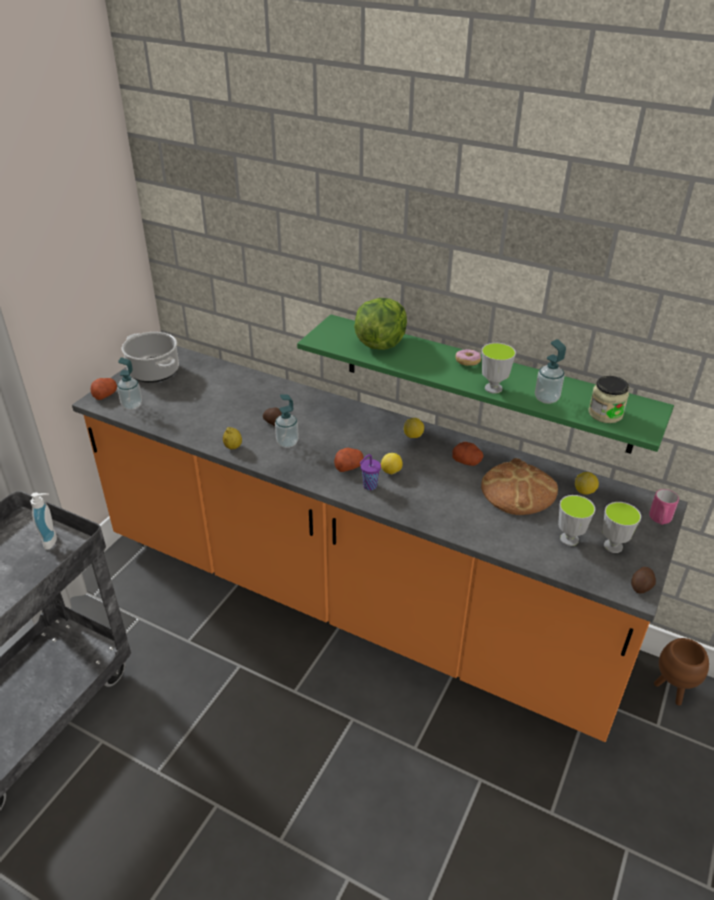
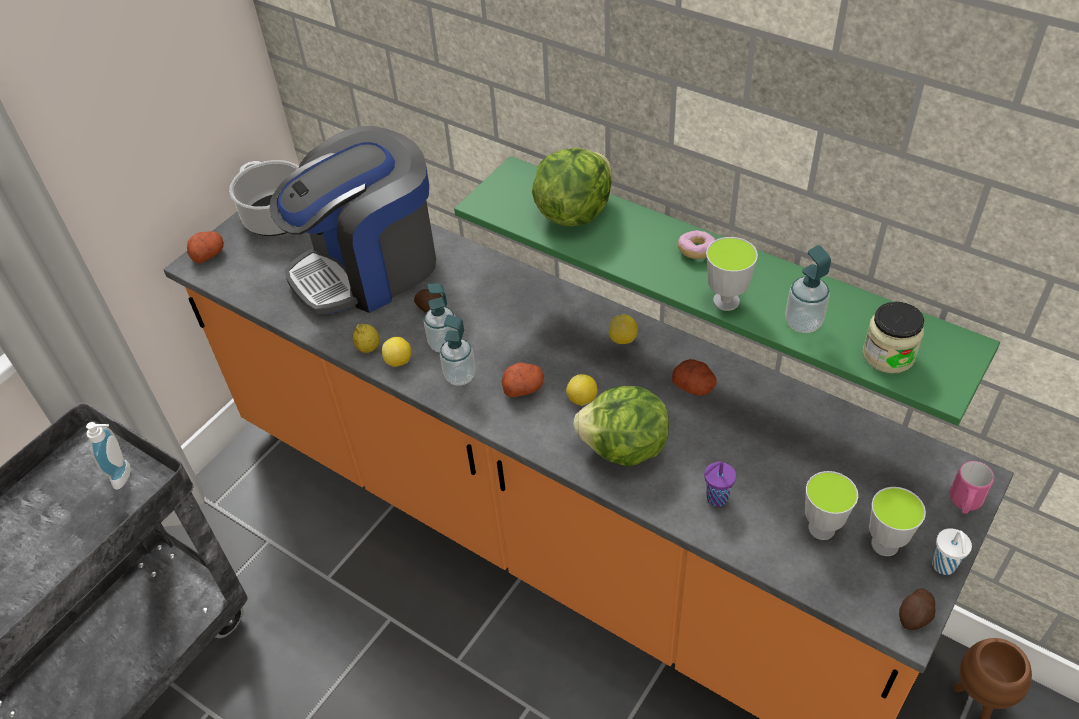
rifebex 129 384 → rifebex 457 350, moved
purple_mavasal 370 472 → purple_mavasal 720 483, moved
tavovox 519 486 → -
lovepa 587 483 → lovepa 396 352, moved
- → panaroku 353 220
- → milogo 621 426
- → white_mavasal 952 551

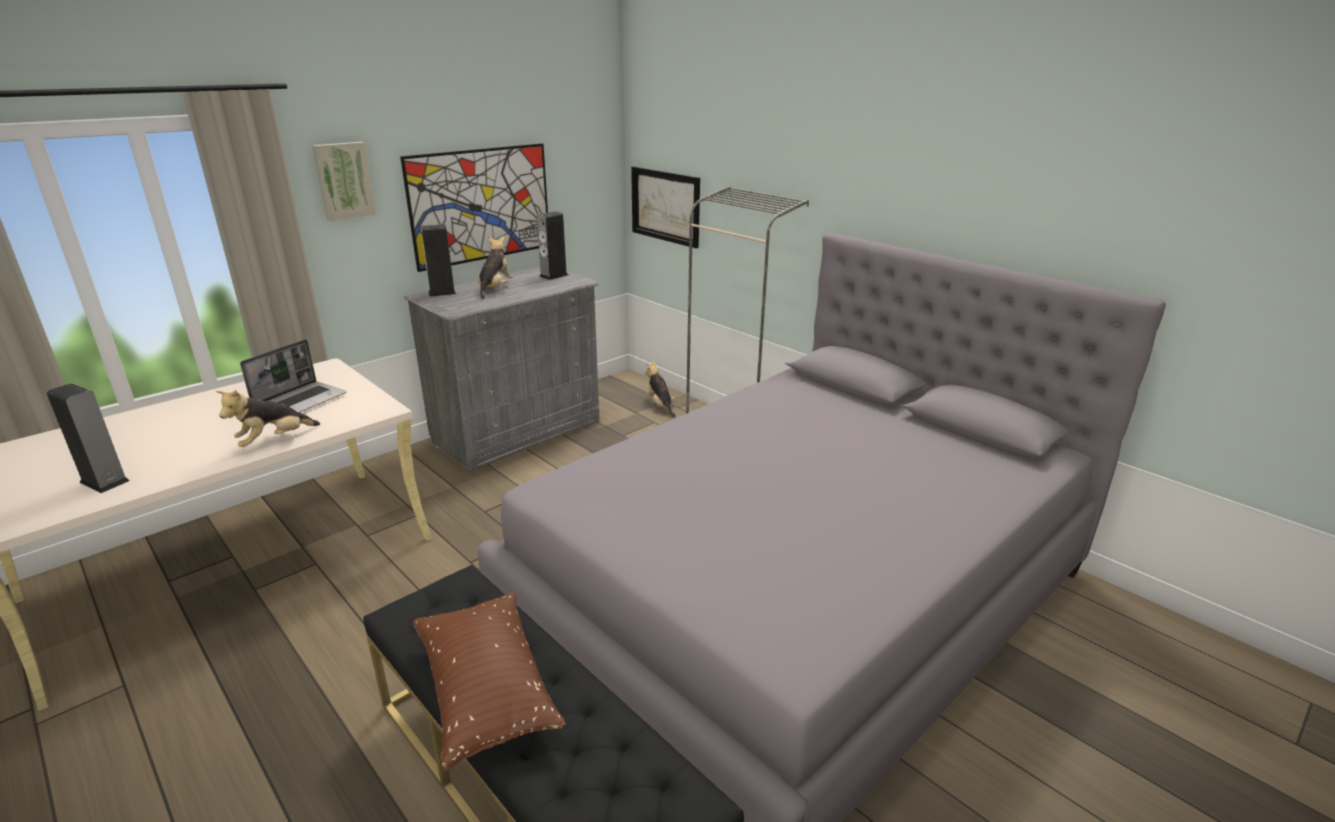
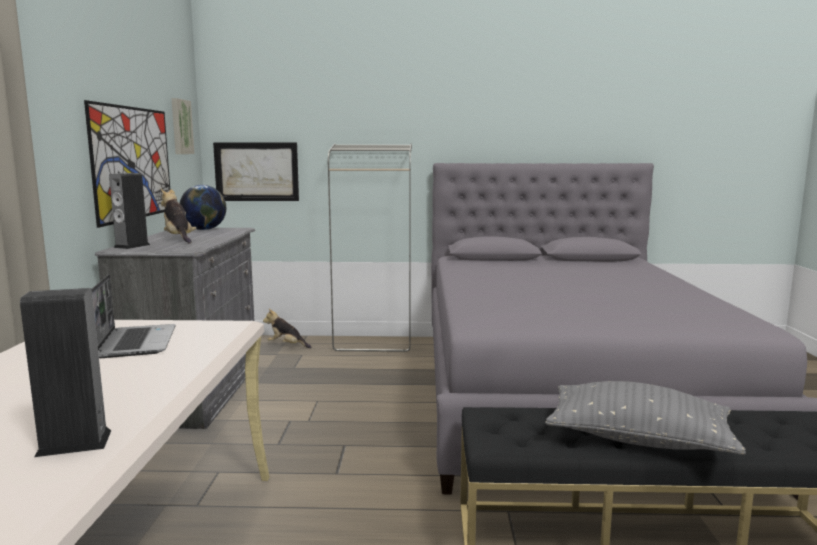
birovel 268 418 → -
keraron 344 181 → keraron 183 126, moved
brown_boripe 489 682 → grey_boripe 645 418
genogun 552 245 → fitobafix 202 207

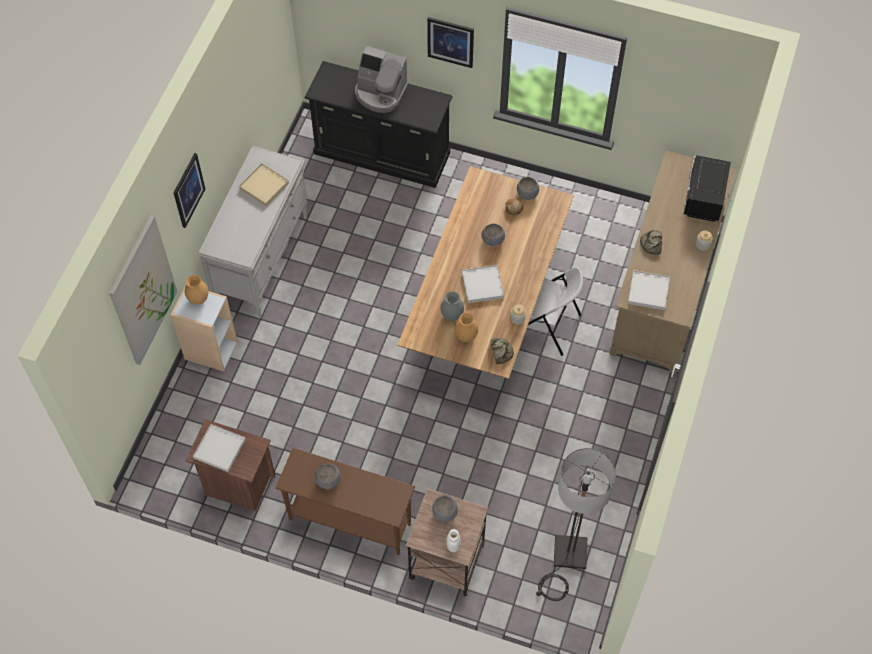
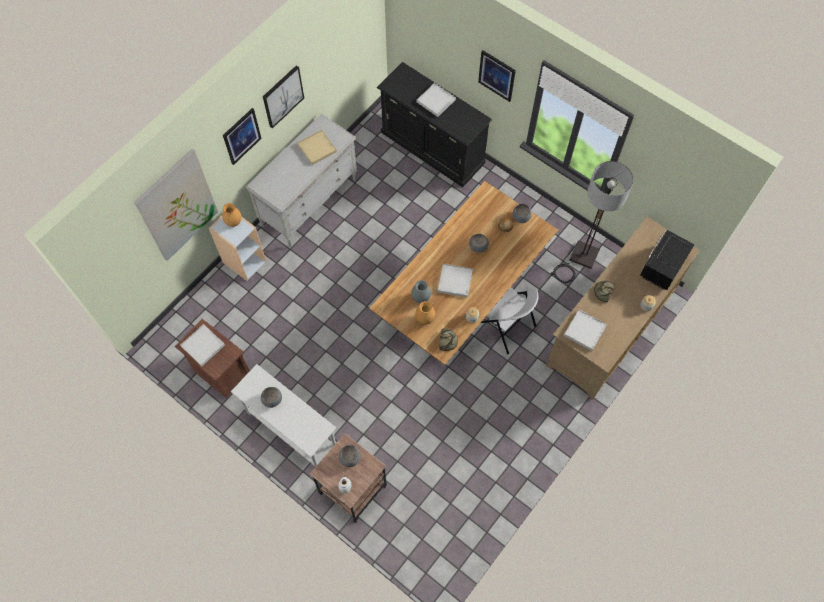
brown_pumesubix 345 501 → white_pumesubix 283 415
panaroku 381 79 → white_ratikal 436 100
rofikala 576 524 → rofikala 592 222, moved
- → keraron 283 97

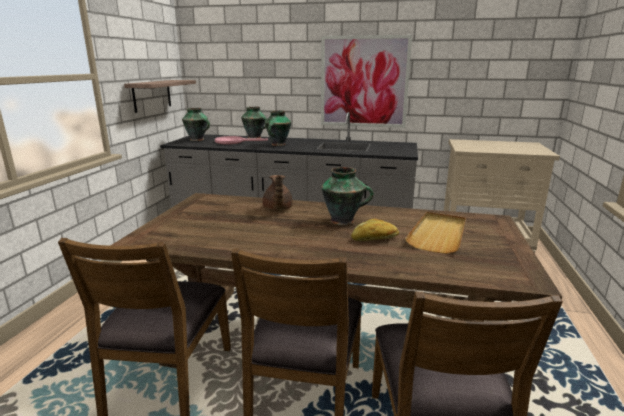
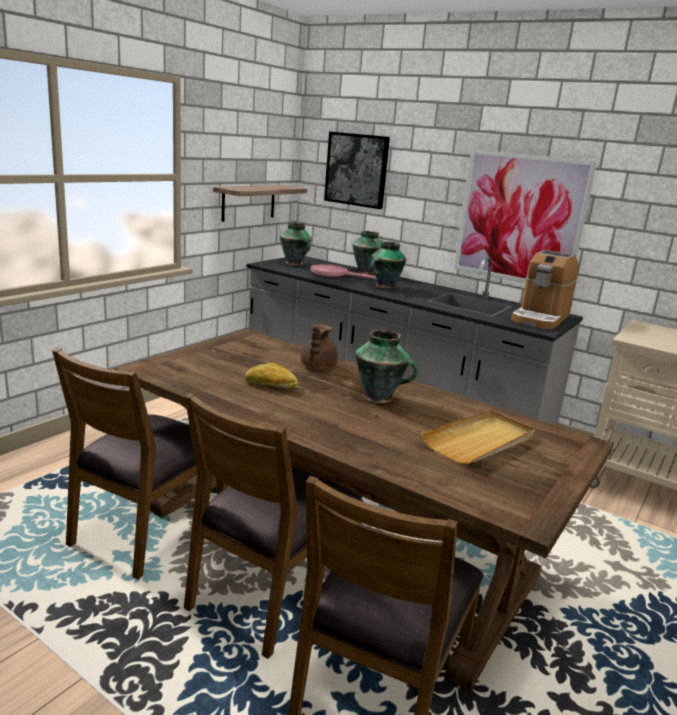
tavovox 375 229 → tavovox 271 375, moved
- → keraron 357 170
- → panaroku 545 290

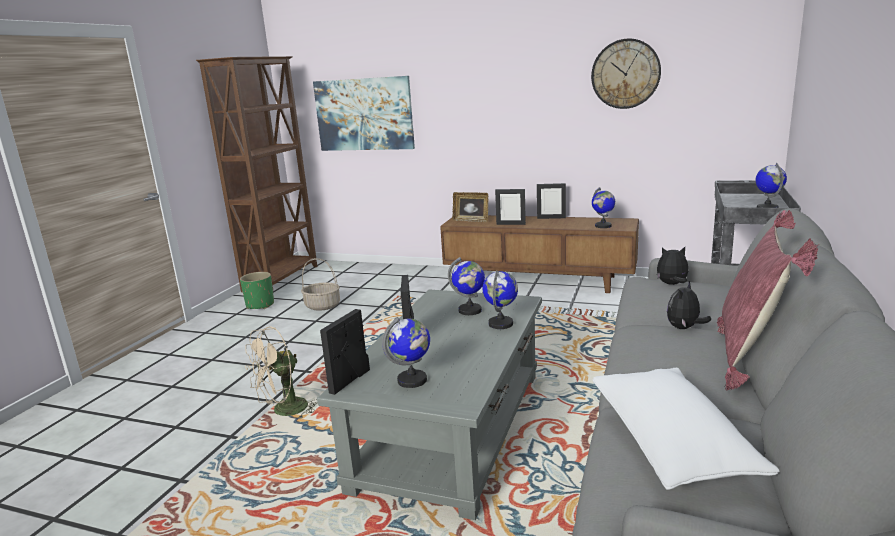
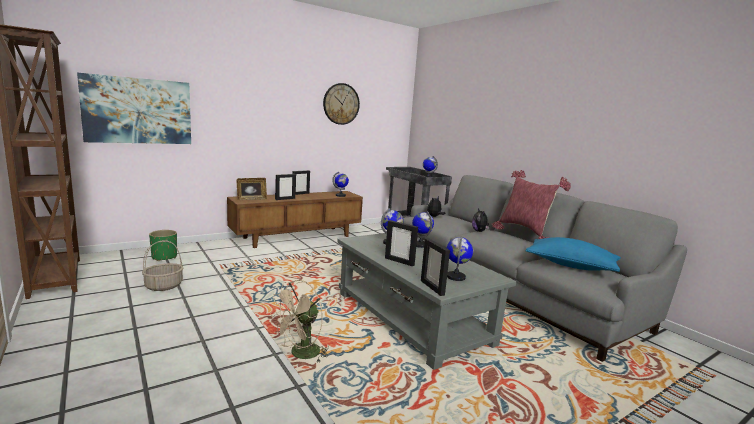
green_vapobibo 257 290 → green_vapobibo 163 245, moved
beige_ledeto 281 373 → beige_ledeto 299 321, 45 degrees clockwise
white_boripe 686 429 → blue_boripe 573 254

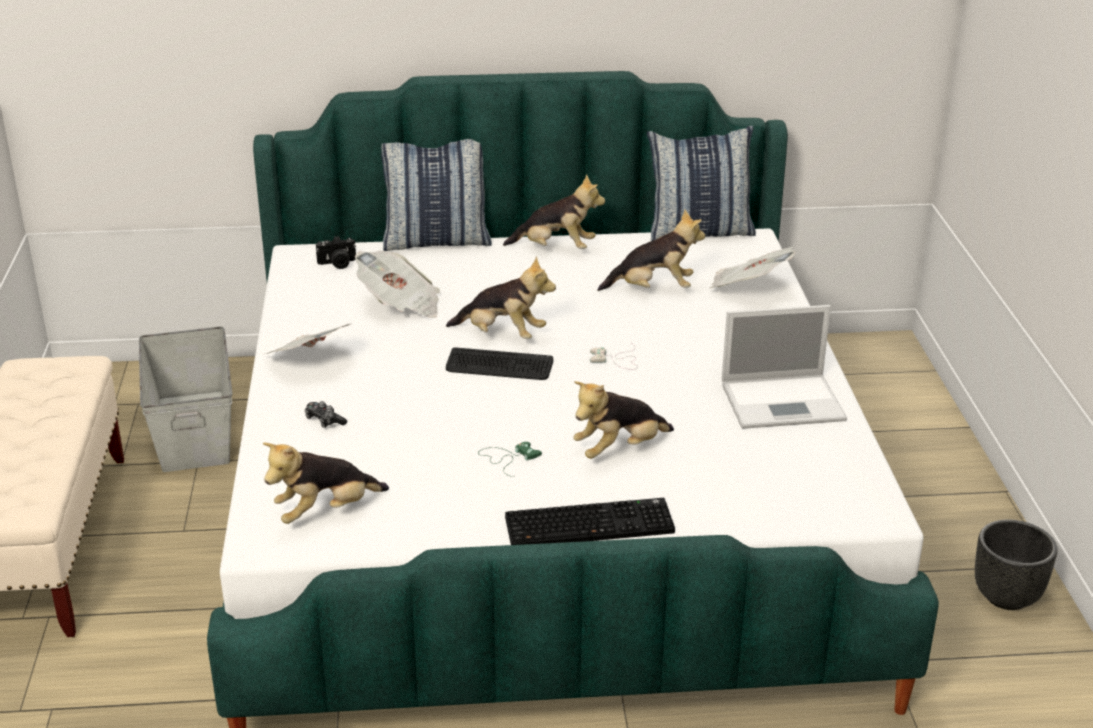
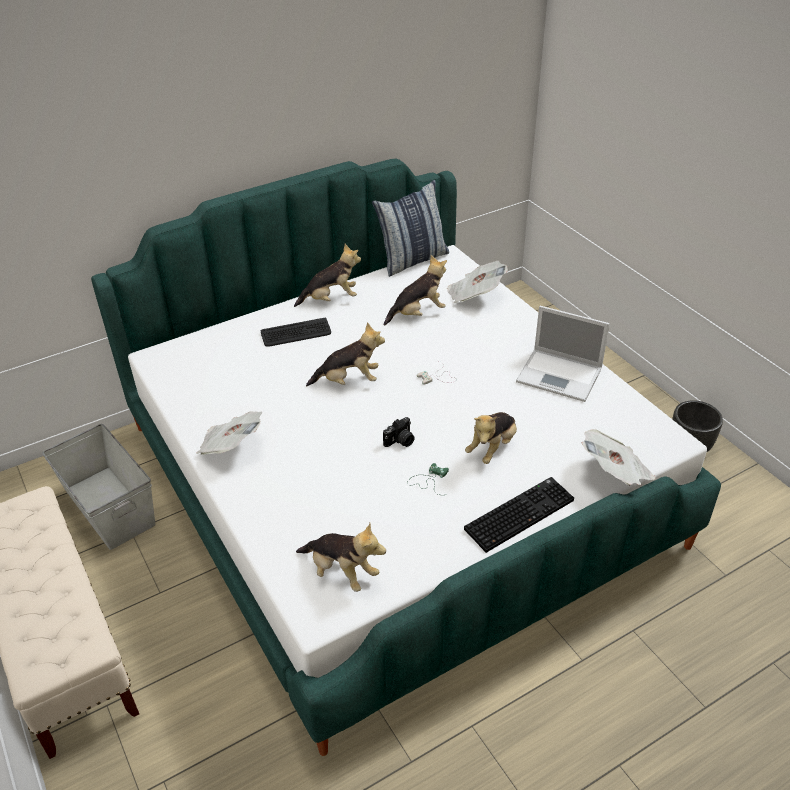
birovel 326 483 → birovel 341 557, 90 degrees counterclockwise
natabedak 325 414 → -
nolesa 336 252 → nolesa 399 432, moved
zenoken 397 284 → zenoken 618 457, moved
boripe 436 195 → -
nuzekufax 499 363 → nuzekufax 296 332, moved
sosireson 784 367 → sosireson 563 354, 60 degrees clockwise

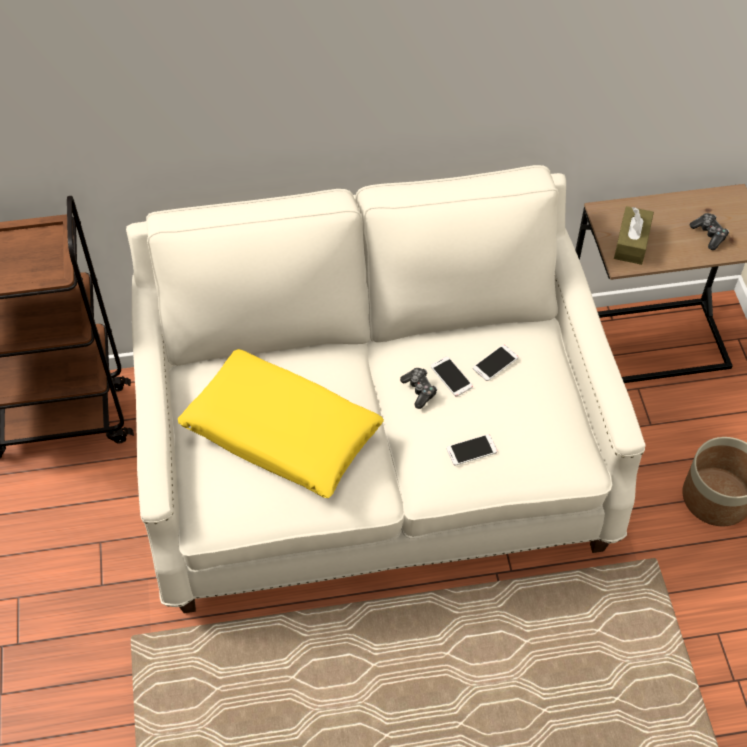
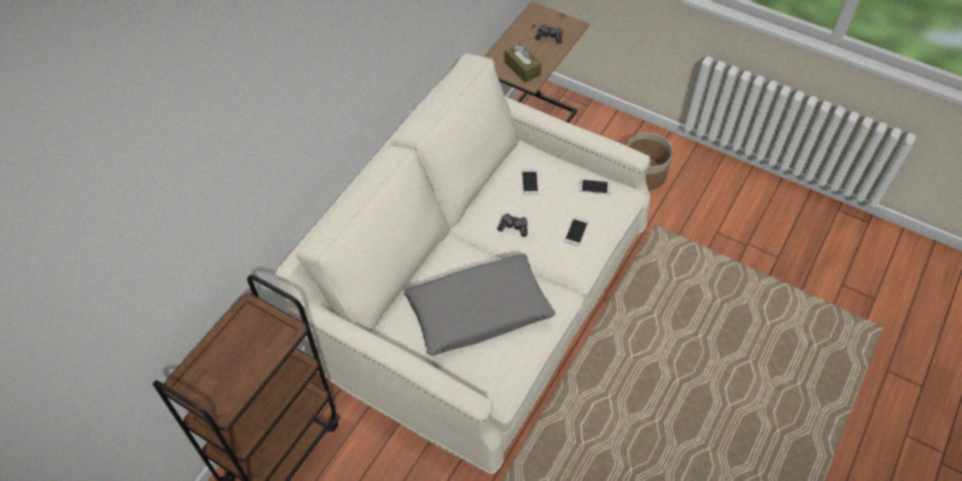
yellow_boripe 281 423 → grey_boripe 479 305
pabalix 452 376 → pabalix 595 186, moved

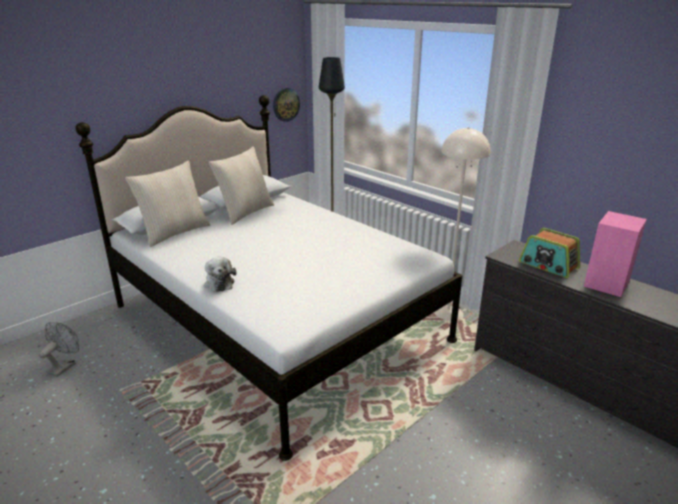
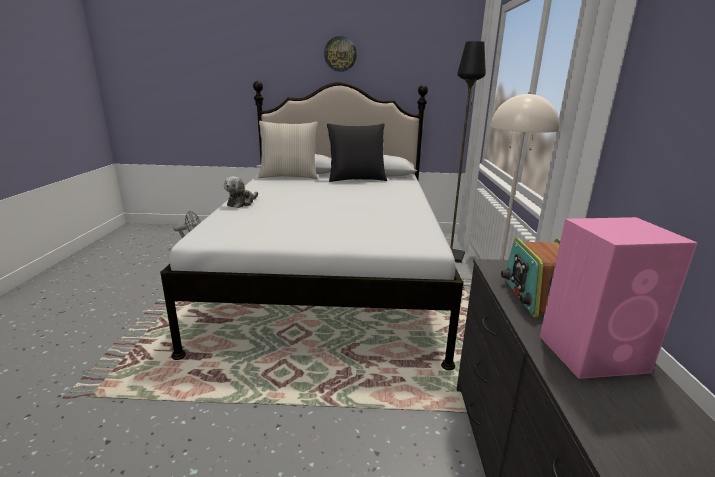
beige_boripe 241 185 → black_boripe 357 152
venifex 286 105 → venifex 340 54, moved

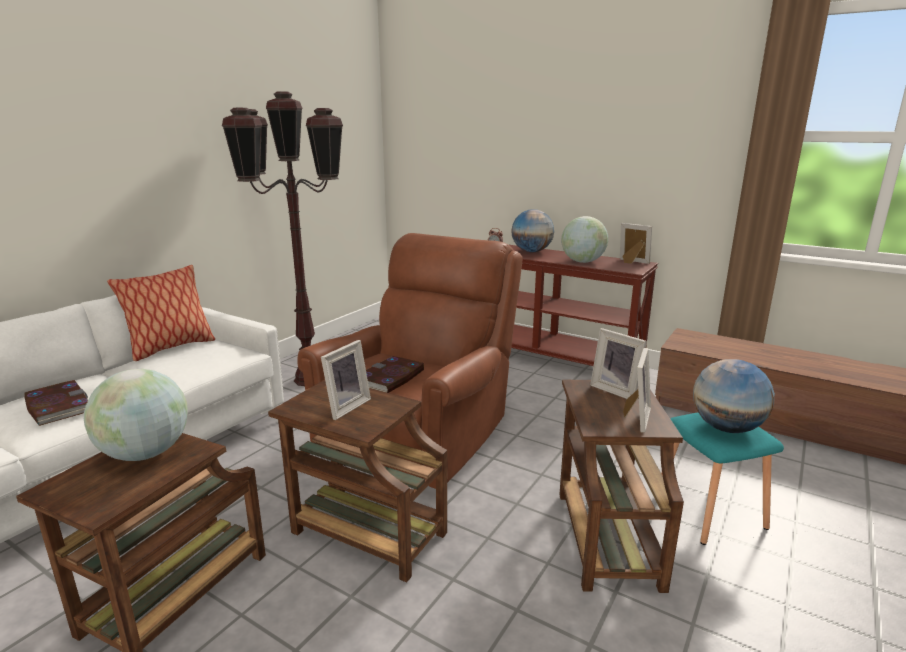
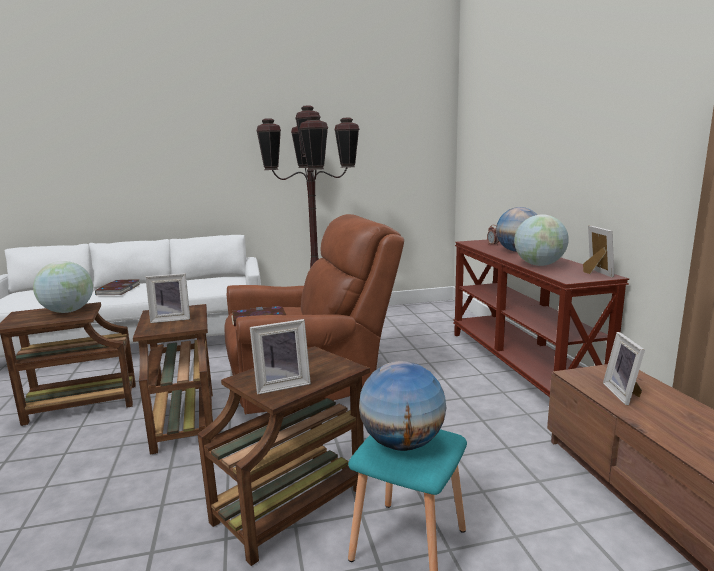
boripe 161 313 → -
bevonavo 618 363 → bevonavo 624 368, moved

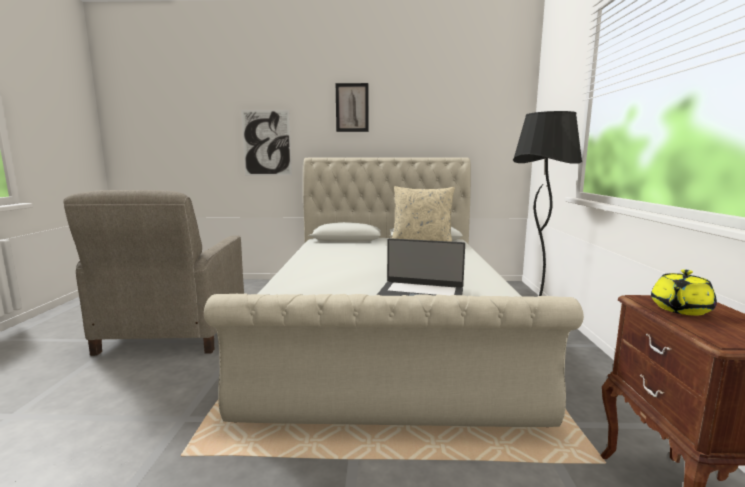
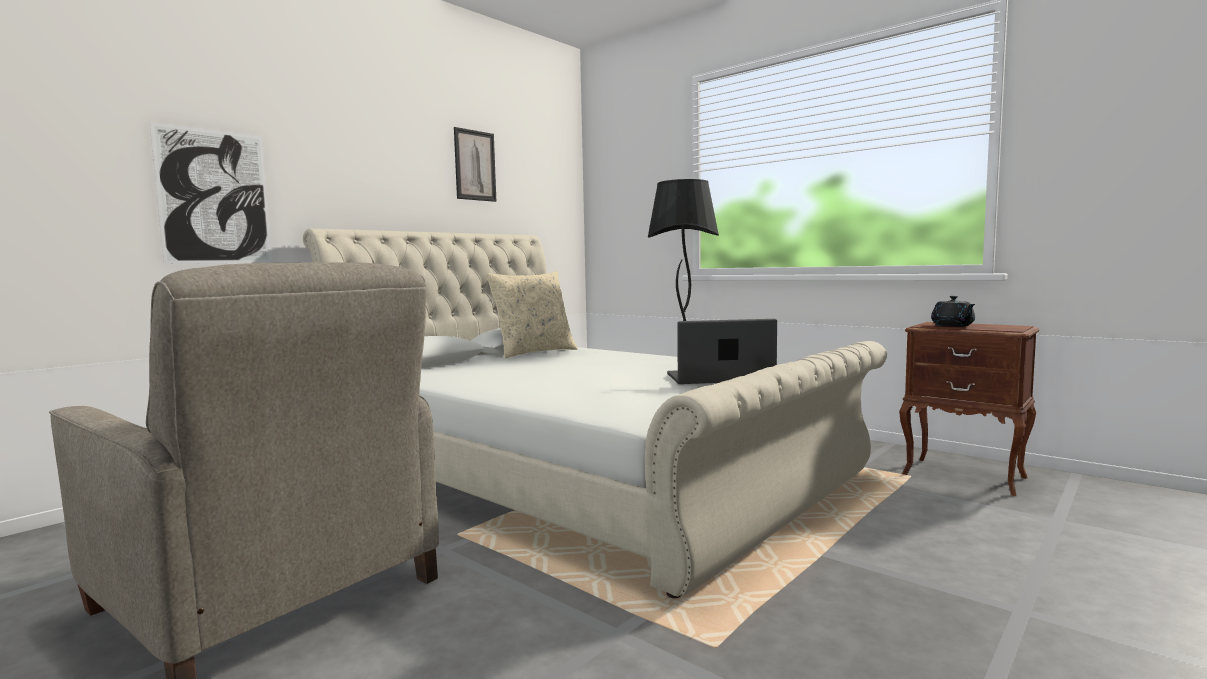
keraron 352 107 → keraron 475 164, moved
sosireson 421 267 → sosireson 722 351, 150 degrees counterclockwise
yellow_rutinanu 684 292 → black_rutinanu 953 311

